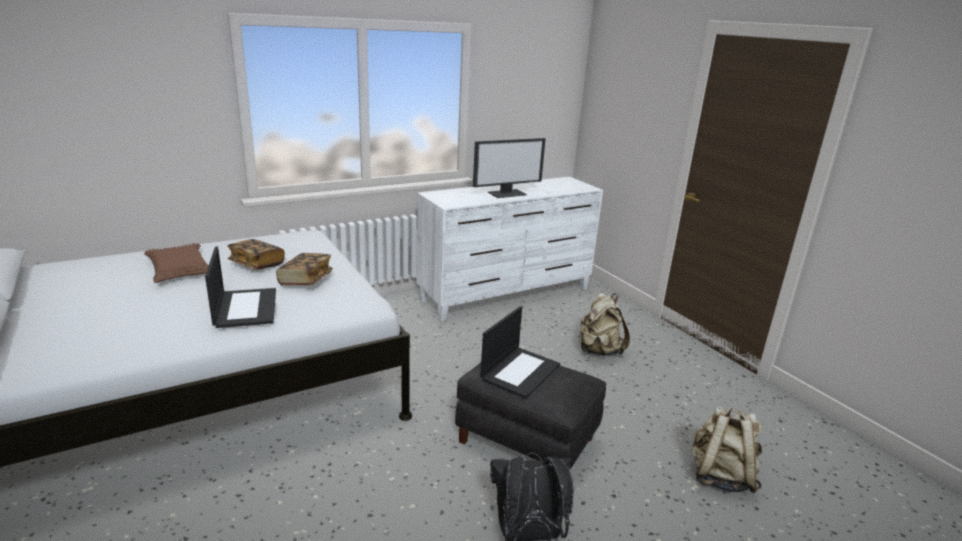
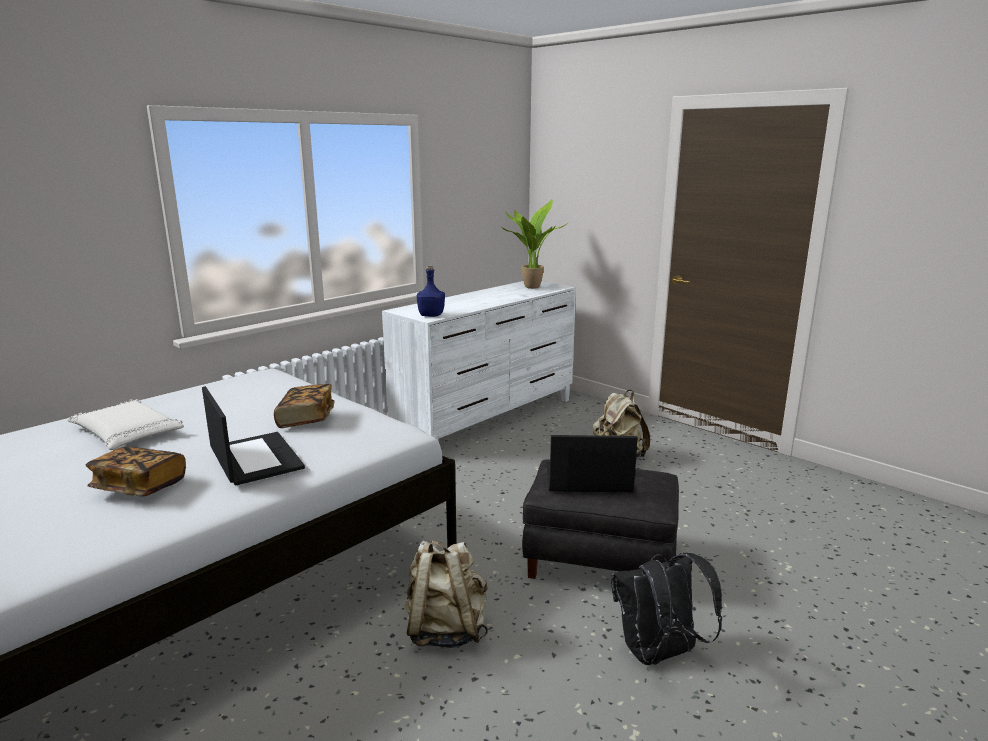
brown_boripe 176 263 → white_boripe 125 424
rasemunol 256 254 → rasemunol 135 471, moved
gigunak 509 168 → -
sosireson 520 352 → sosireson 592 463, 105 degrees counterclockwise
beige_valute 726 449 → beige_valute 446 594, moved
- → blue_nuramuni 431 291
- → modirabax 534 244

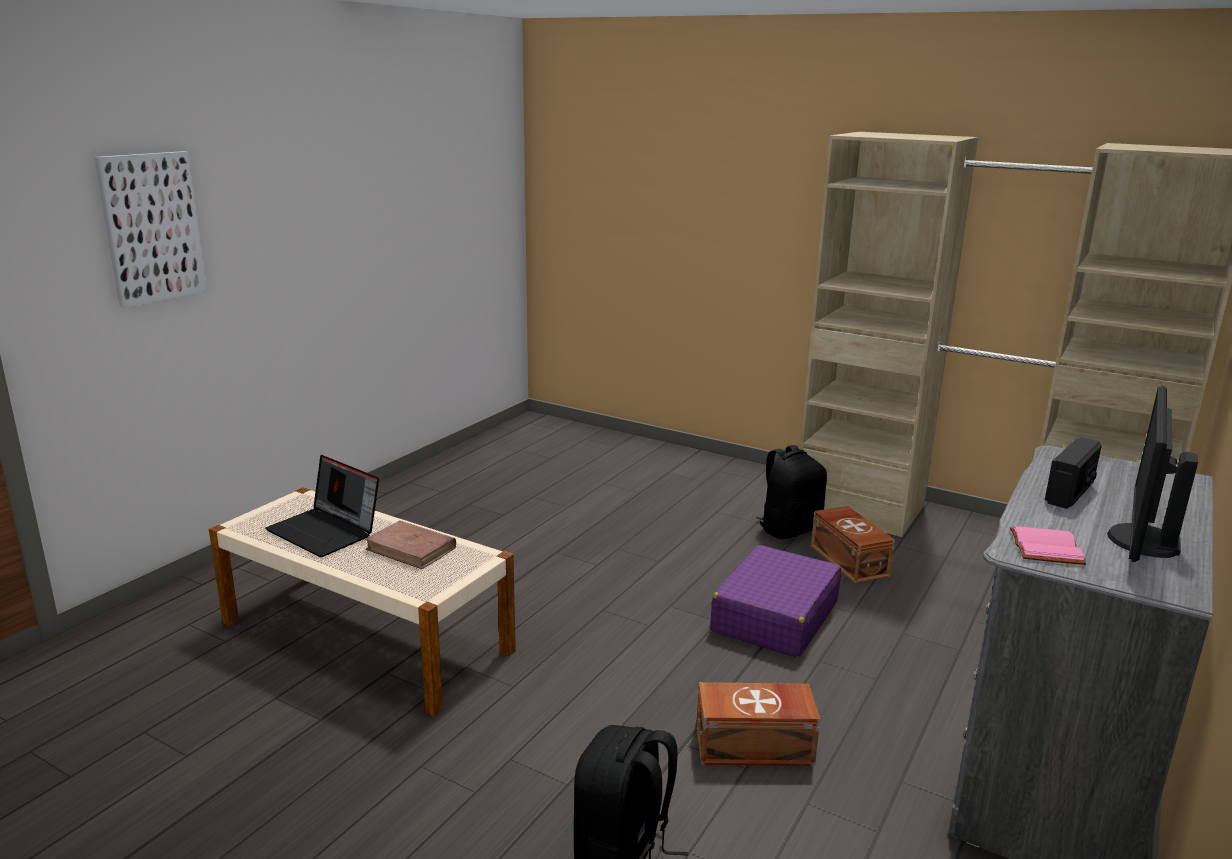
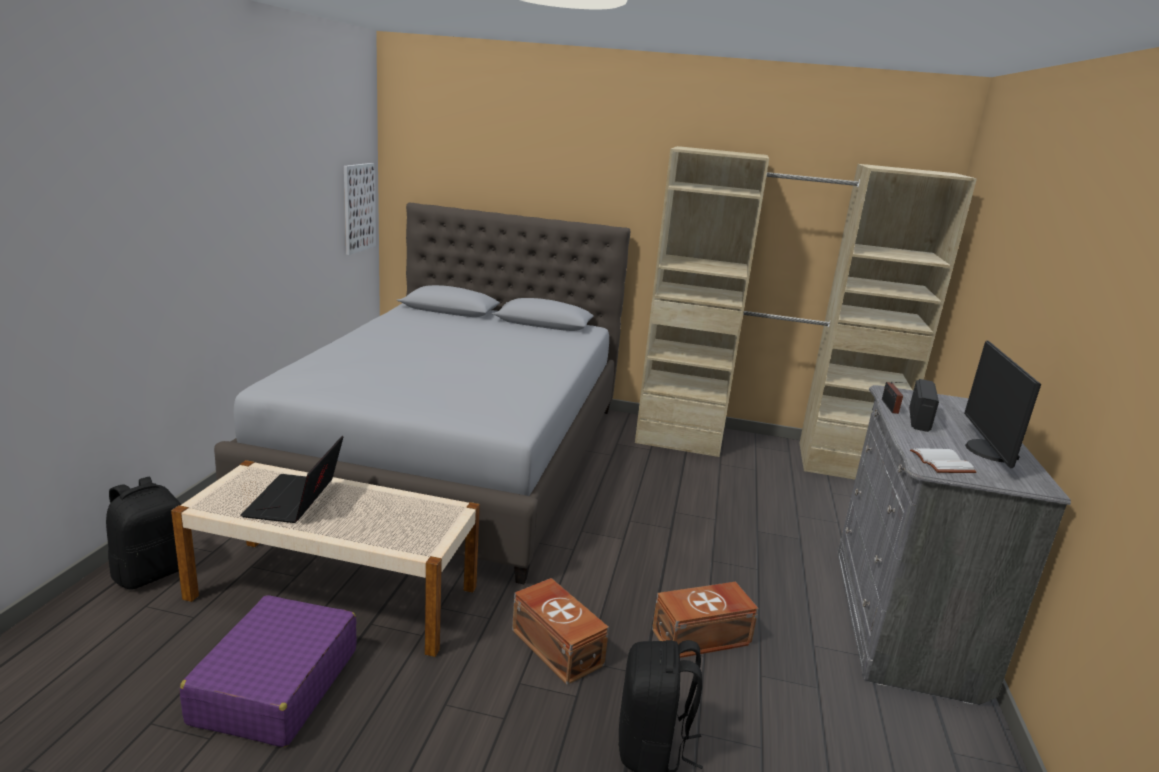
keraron 150 229 → keraron 360 209, moved
sosireson 322 506 → sosireson 291 479, 75 degrees clockwise
brown_rasemunol 410 544 → -
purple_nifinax 776 601 → purple_nifinax 268 671, moved
black_valute 791 492 → black_valute 144 533, moved
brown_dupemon 853 544 → brown_dupemon 560 631, moved
pink_rasemunol 1048 545 → white_rasemunol 943 460
- → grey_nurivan 422 393
- → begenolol 892 398

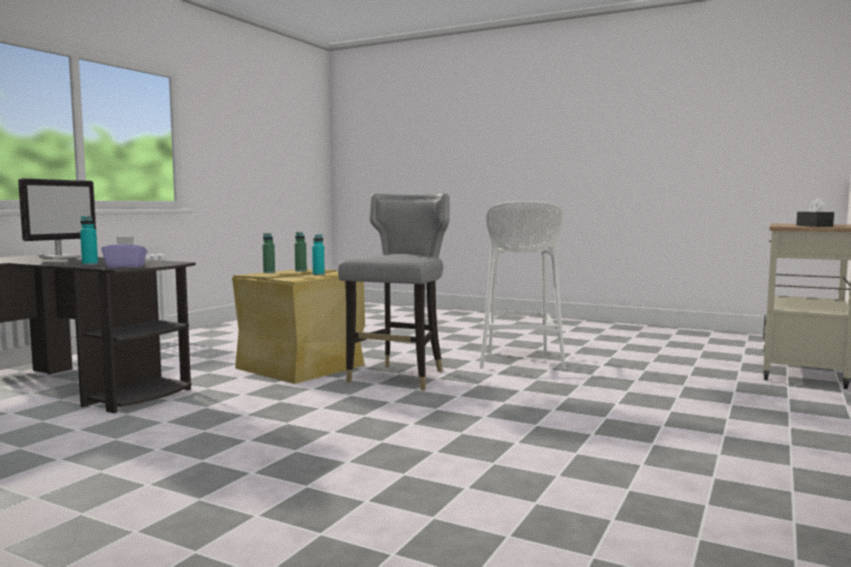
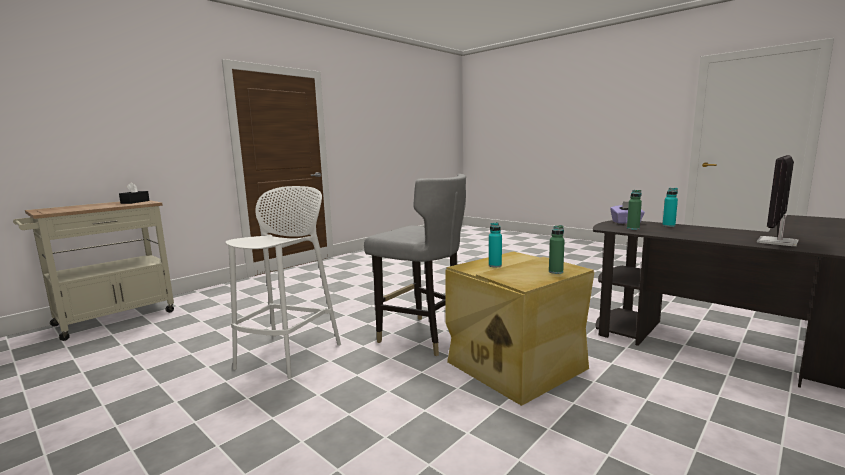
green_nuramuni 300 252 → green_nuramuni 634 210, moved
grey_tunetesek 394 291 → grey_tunetesek 415 265, 90 degrees counterclockwise

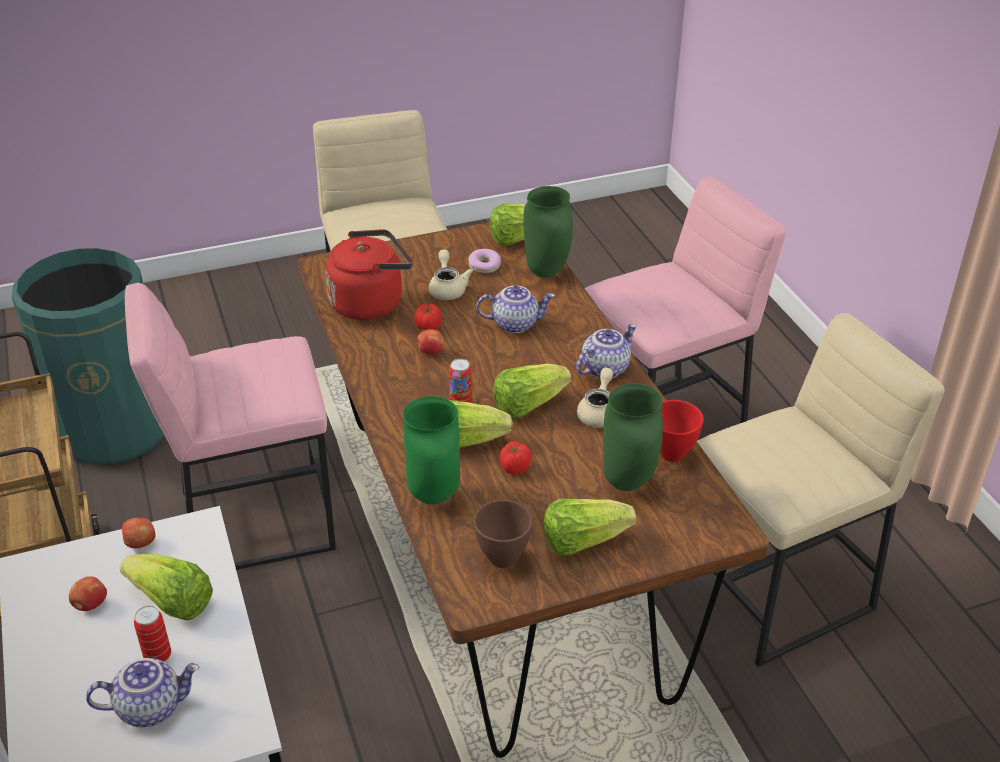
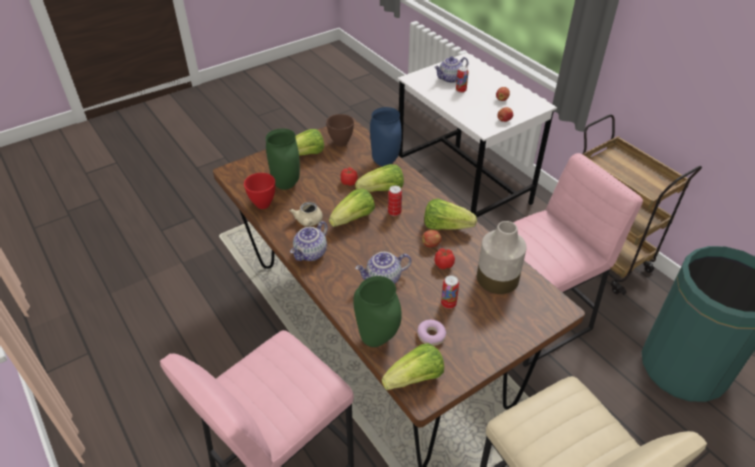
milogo 166 587 → milogo 450 214, moved
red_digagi 369 274 → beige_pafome 502 257
green_pafome 431 450 → blue_pafome 386 136
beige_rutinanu 451 275 → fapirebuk 450 292
beige_tunetesek 820 490 → -

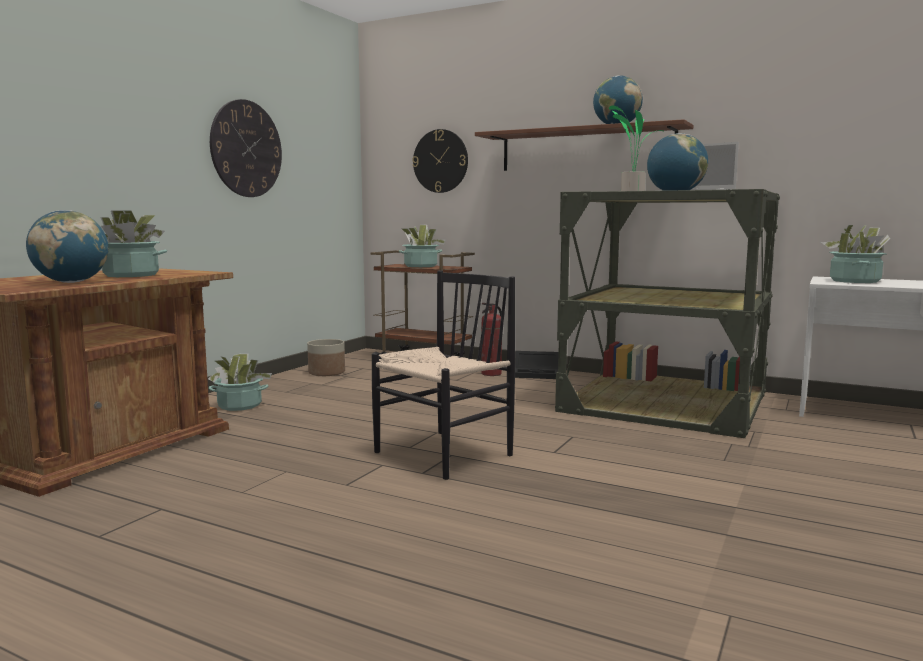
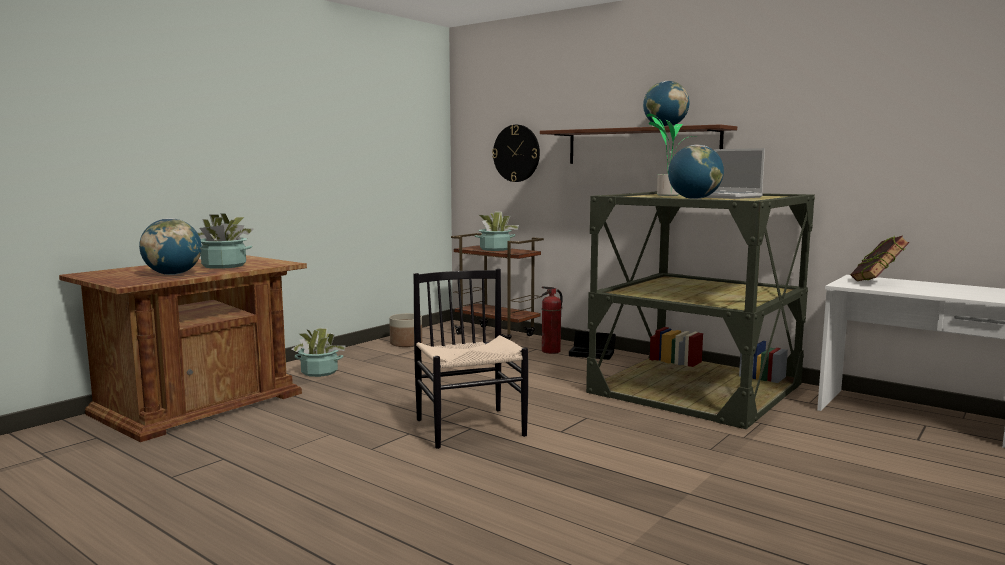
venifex 246 148 → -
black_tunetesek 443 375 → black_tunetesek 471 359, 75 degrees counterclockwise
modirabax 855 254 → rasemunol 880 258

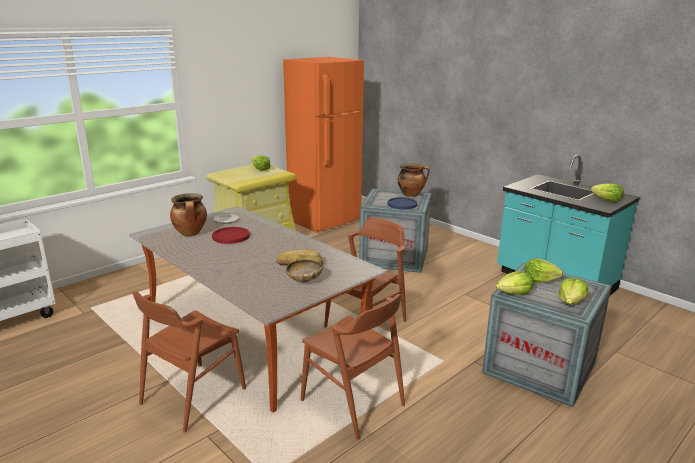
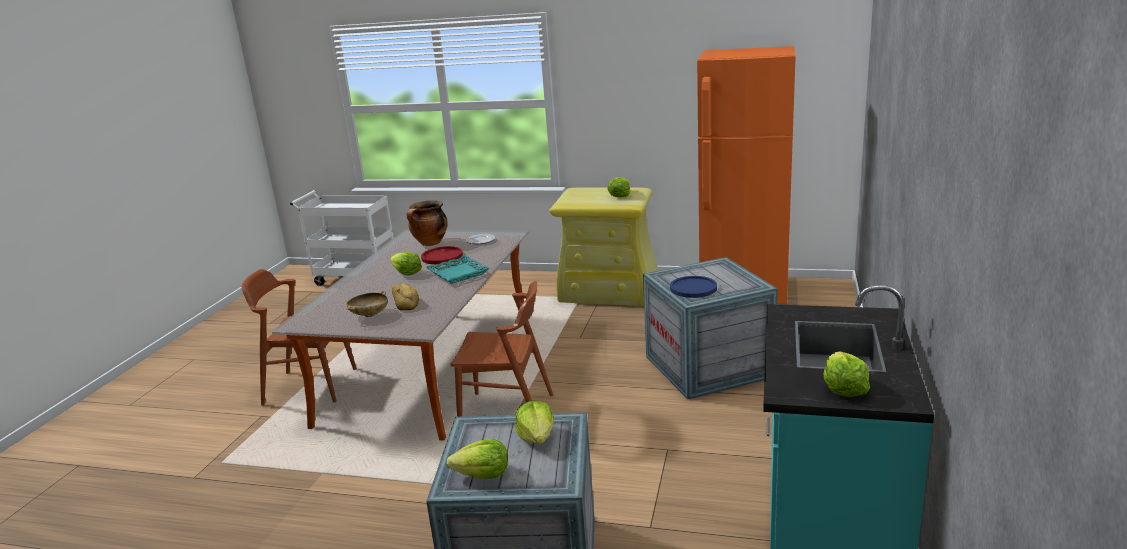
brown_tunetesek 353 367 → -
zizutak 414 180 → -
milogo 514 283 → milogo 406 264, moved
- → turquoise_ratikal 458 269

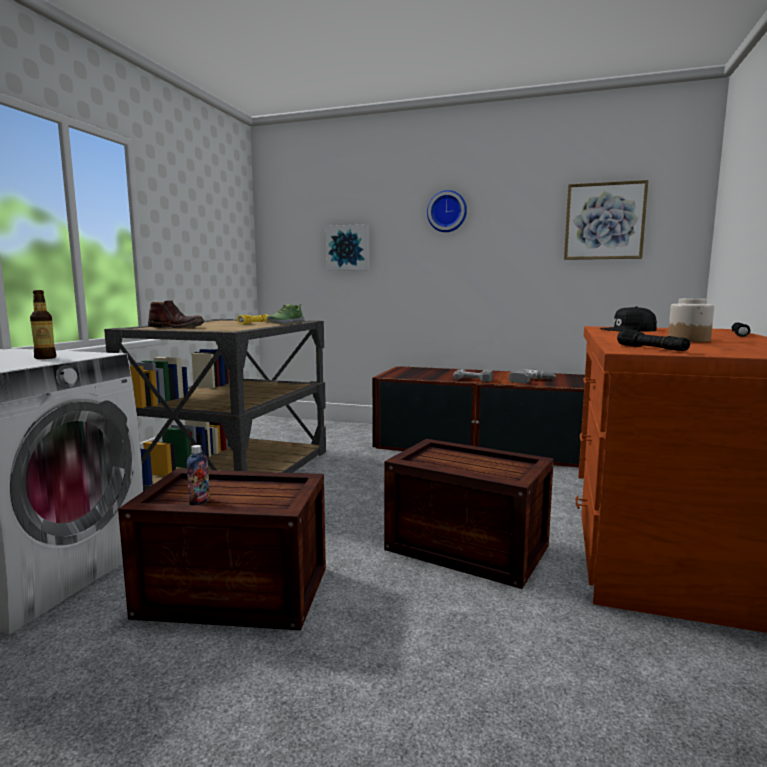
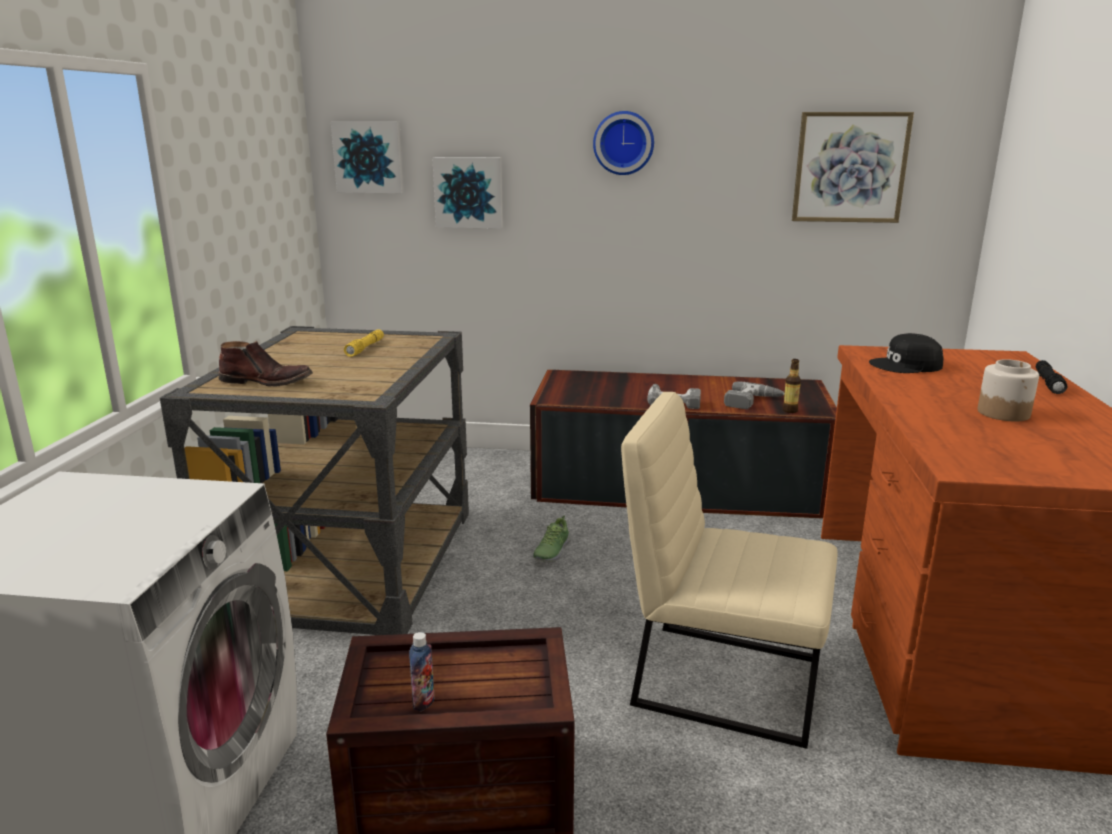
nuramuni 43 324 → nuramuni 792 386, moved
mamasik 285 314 → mamasik 552 539, moved
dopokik 469 514 → beige_tunetesek 729 570
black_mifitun 653 340 → -
- → keraron 367 157

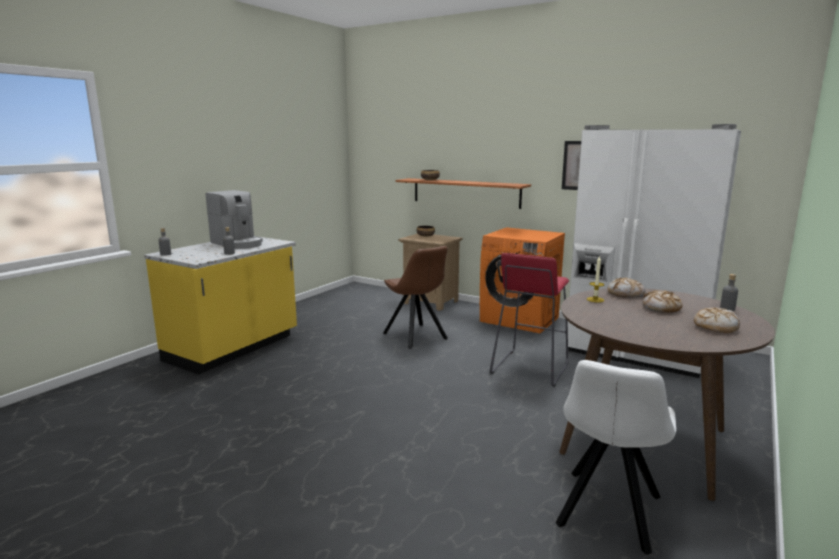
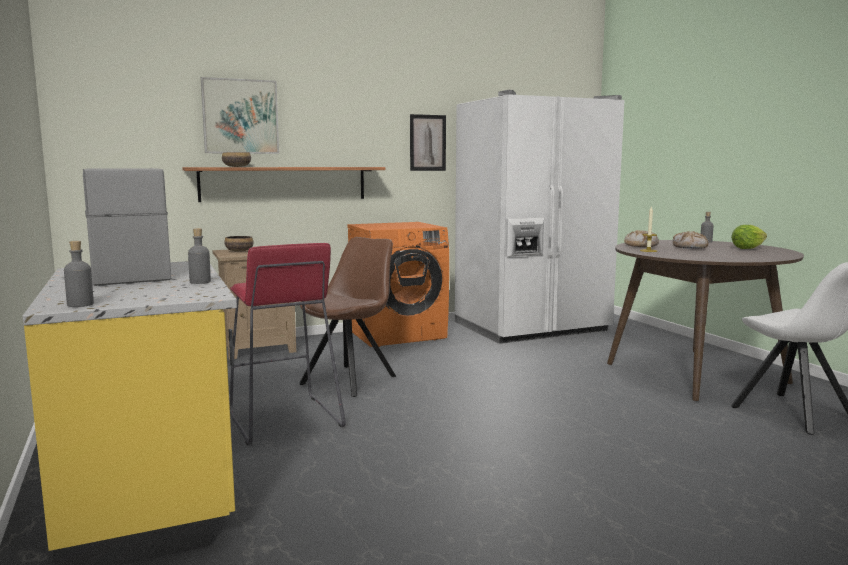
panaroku 234 219 → panaroku 127 227, 105 degrees counterclockwise
brown_tunetesek 415 297 → brown_tunetesek 348 317, 60 degrees counterclockwise
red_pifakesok 529 320 → red_pifakesok 288 344, moved
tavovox 717 320 → milogo 749 237
- → keraron 240 115

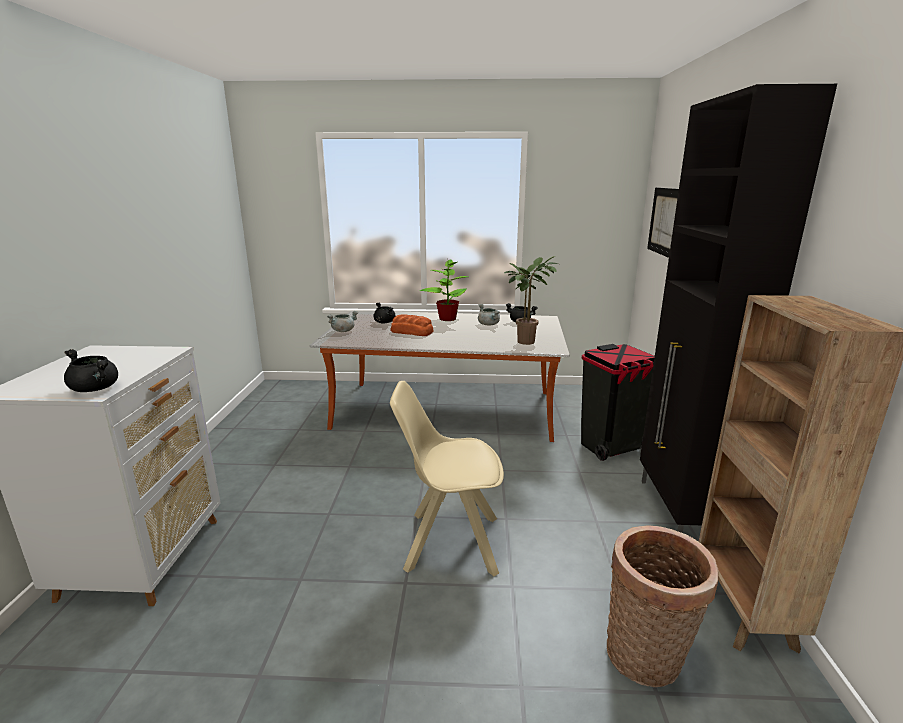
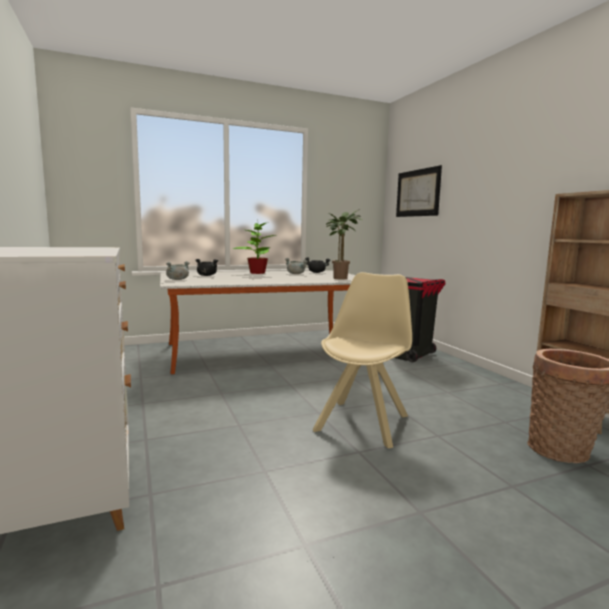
black_zizutak 91 370 → -
beige_tunetesek 447 478 → beige_tunetesek 362 360, 135 degrees clockwise
tavovox 412 325 → -
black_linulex 738 308 → -

